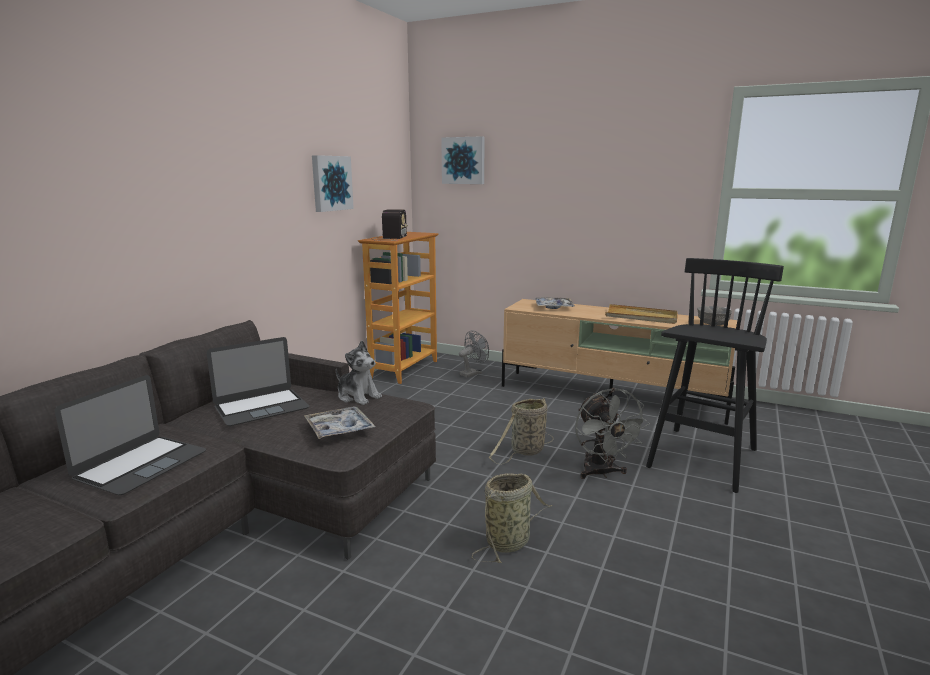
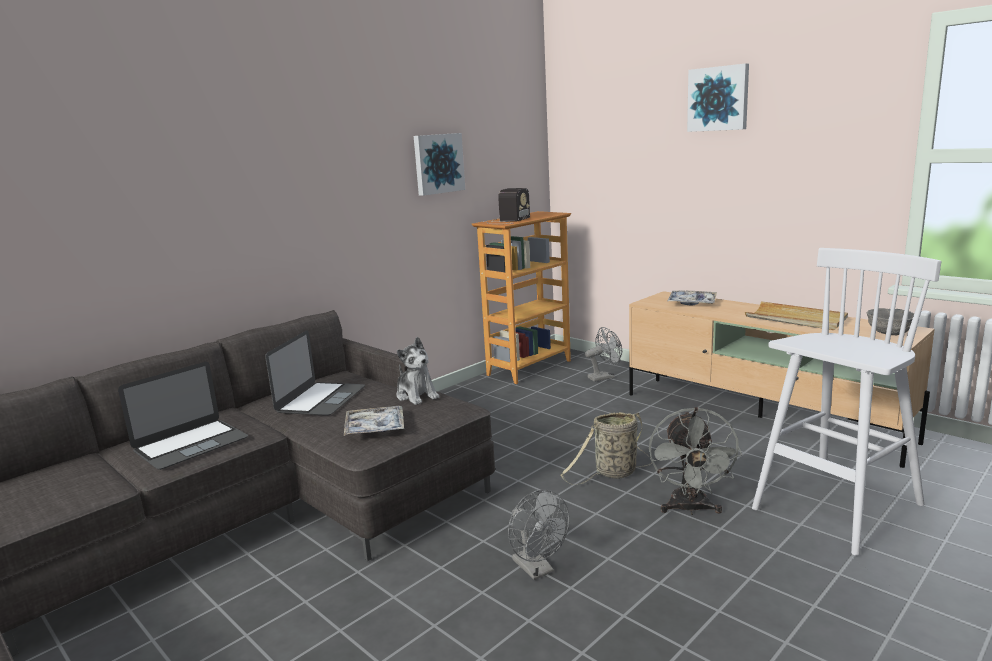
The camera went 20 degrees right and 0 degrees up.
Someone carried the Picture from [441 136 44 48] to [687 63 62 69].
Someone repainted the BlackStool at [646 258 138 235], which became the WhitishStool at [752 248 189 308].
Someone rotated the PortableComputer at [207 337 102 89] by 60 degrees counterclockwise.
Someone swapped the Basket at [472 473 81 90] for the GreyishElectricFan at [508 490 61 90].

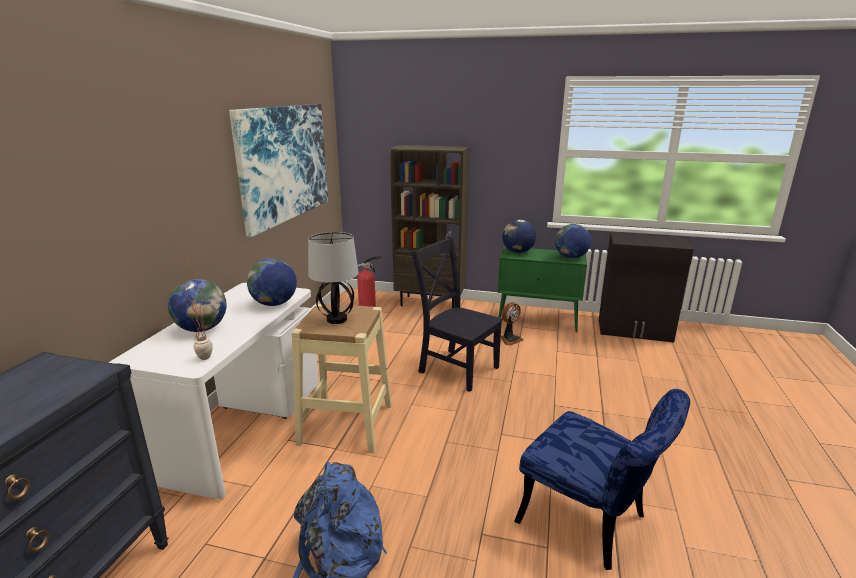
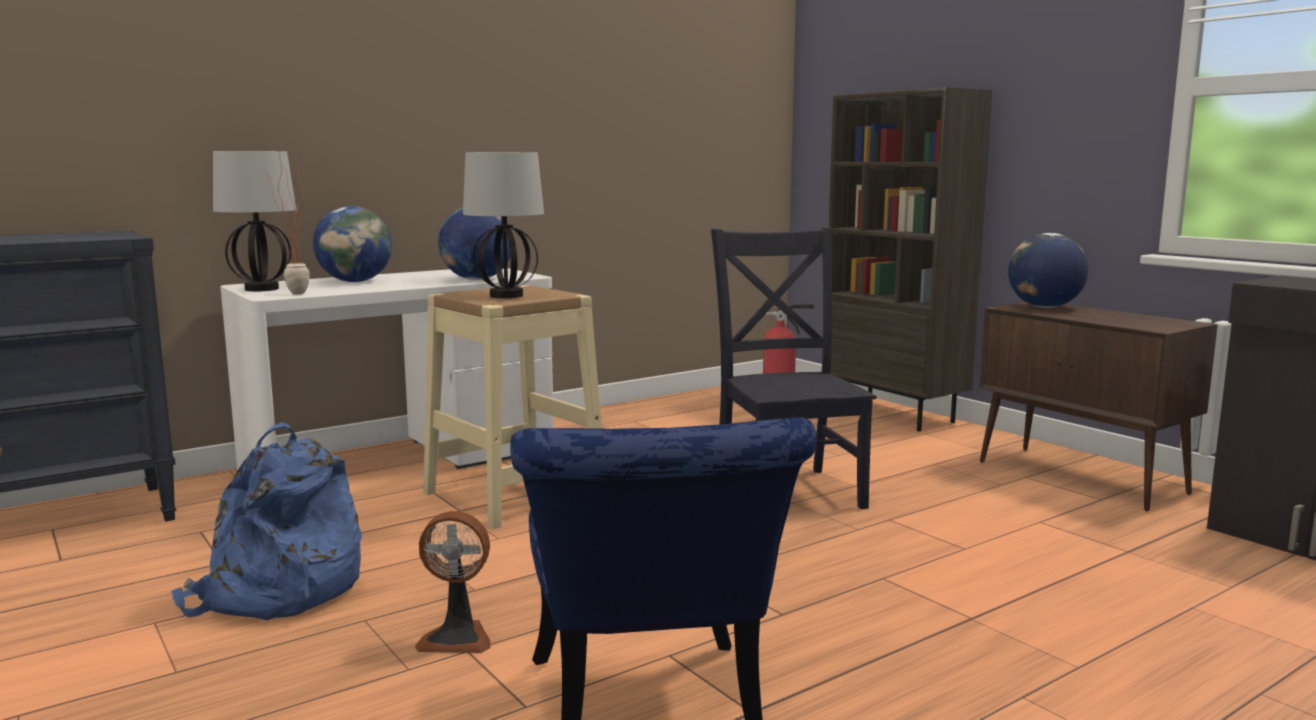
The camera went 40 degrees right and 10 degrees down.
Someone took away the Picture at [229 104 99 133].
Someone took away the Globe at [555 224 36 34].
Someone repainted the GreenStorageCabinet at [498 247 89 85], which became the BrownishStorageCabinet at [979 302 239 209].
Someone carried the ElectricFan from [501 302 22 44] to [415 511 76 142].
Someone put down the TabletopLamp at [213 151 83 140].

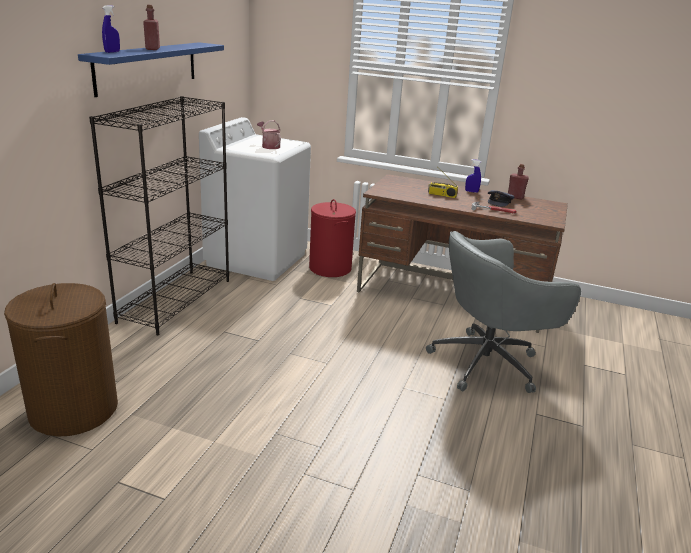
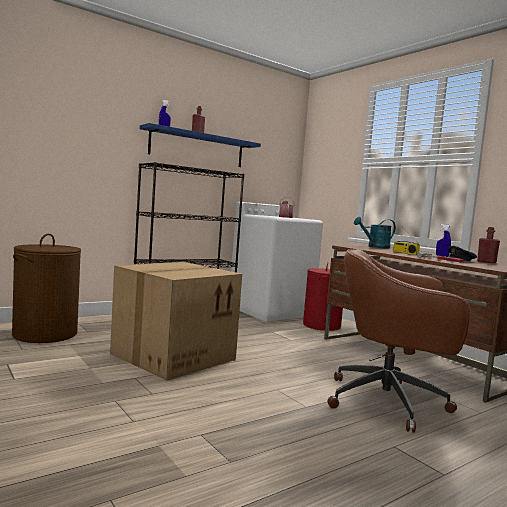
The camera went 35 degrees right and 20 degrees down.
Someone repainted the GreyishComputerChair at [426 231 155 162], which became the BrownishComputerChair at [327 249 143 184].
Someone put down the BlueGreenWateringPot at [354 217 42 32].
Someone put down the Carton at [110 262 132 119].

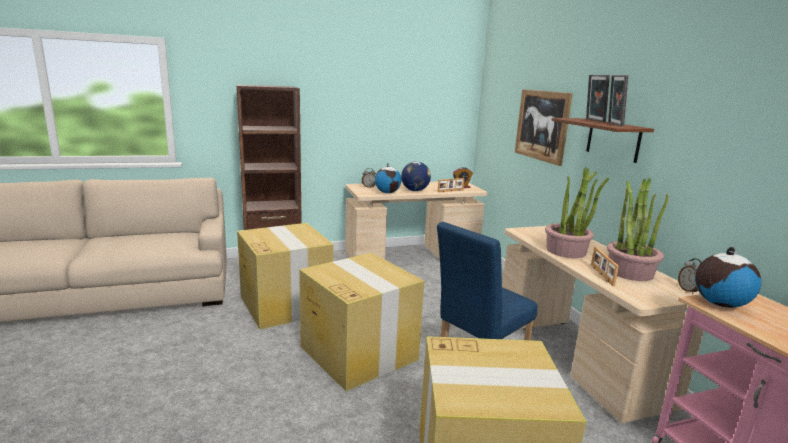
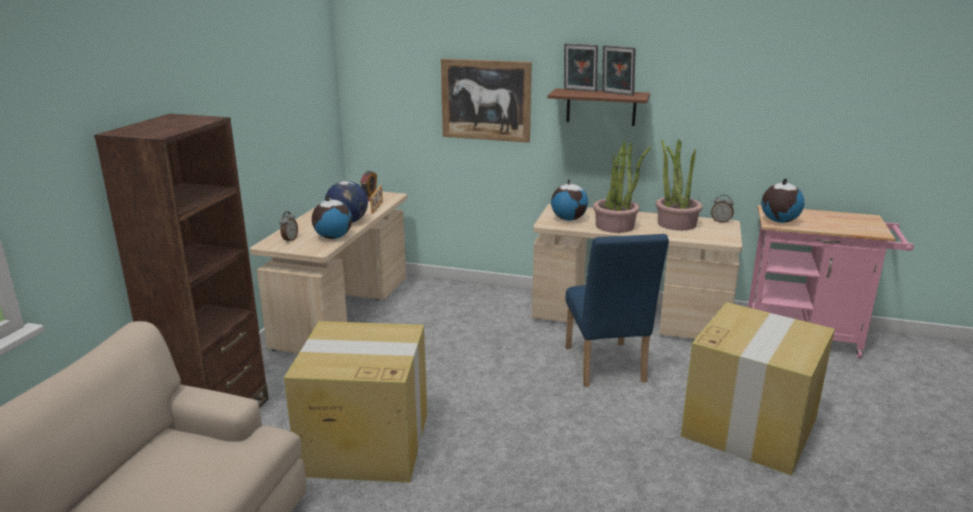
The camera went 55 degrees left and 5 degrees up.
Someone took away the PictureFrame at [591 247 28 39].
Someone took away the Carton at [299 253 125 138].
Someone put down the Globe at [551 179 37 42].

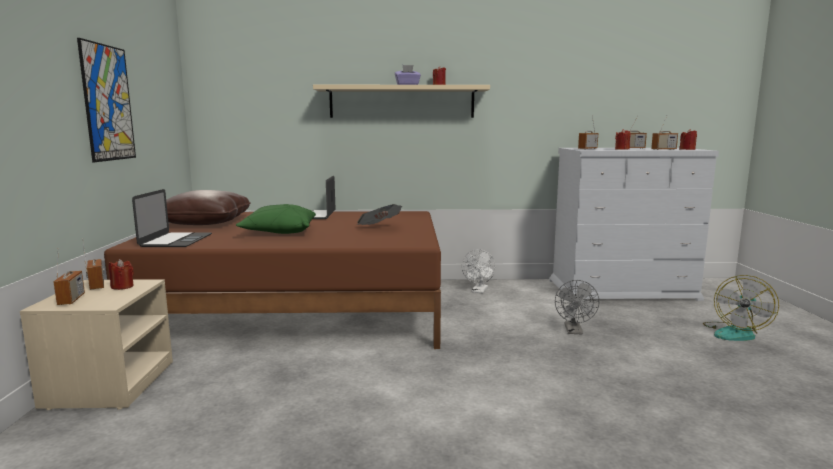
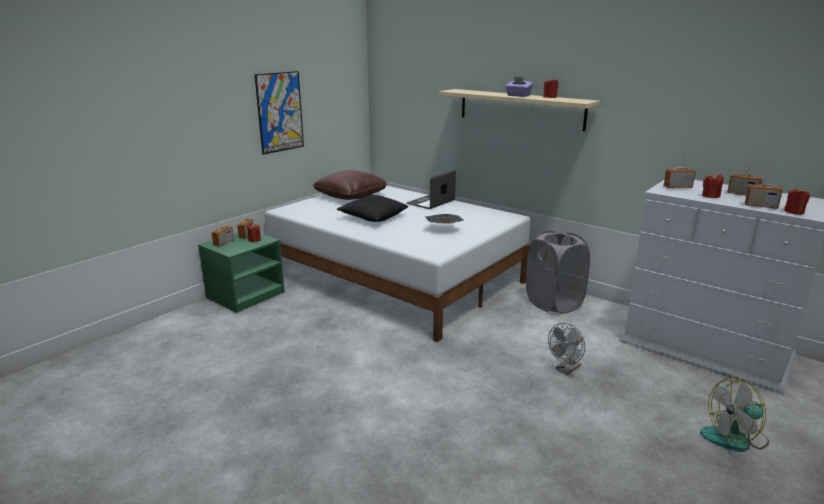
The camera went 40 degrees right and 10 degrees up.
Someone took away the PortableComputer at [132 189 80 58].
Someone repainted the GreenCushion at [236 204 80 30], which became the BlackCushion at [337 195 71 27].
Someone repainted the BrownishBed at [104 211 337 138], which became the WhitishBed at [265 186 266 156].
Someone swapped the WhitishElectricFan at [462 249 34 45] for the GreyishLaundryBasket at [526 231 64 83].
Someone repainted the BeigeColouredBedsideTable at [20 279 153 131], which became the GreenBedsideTable at [198 232 87 81].

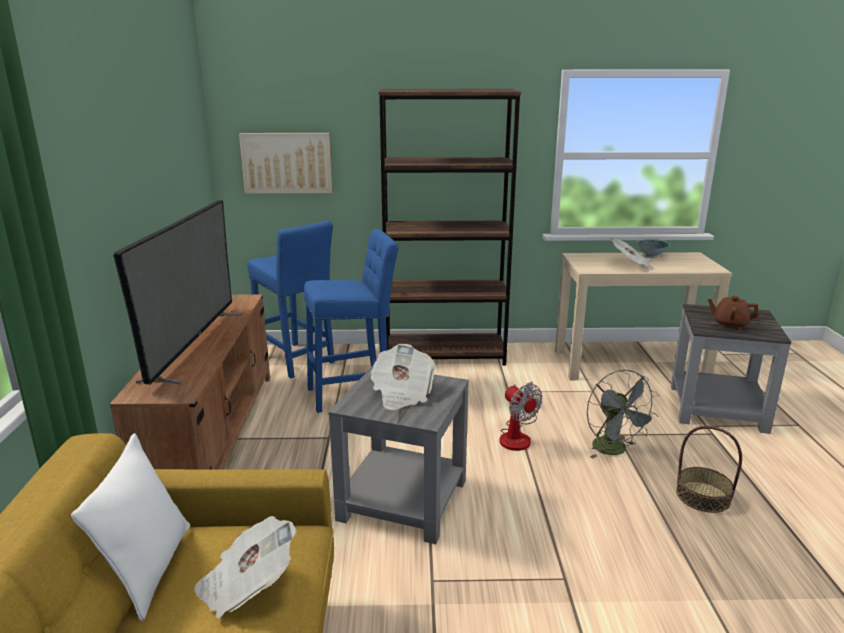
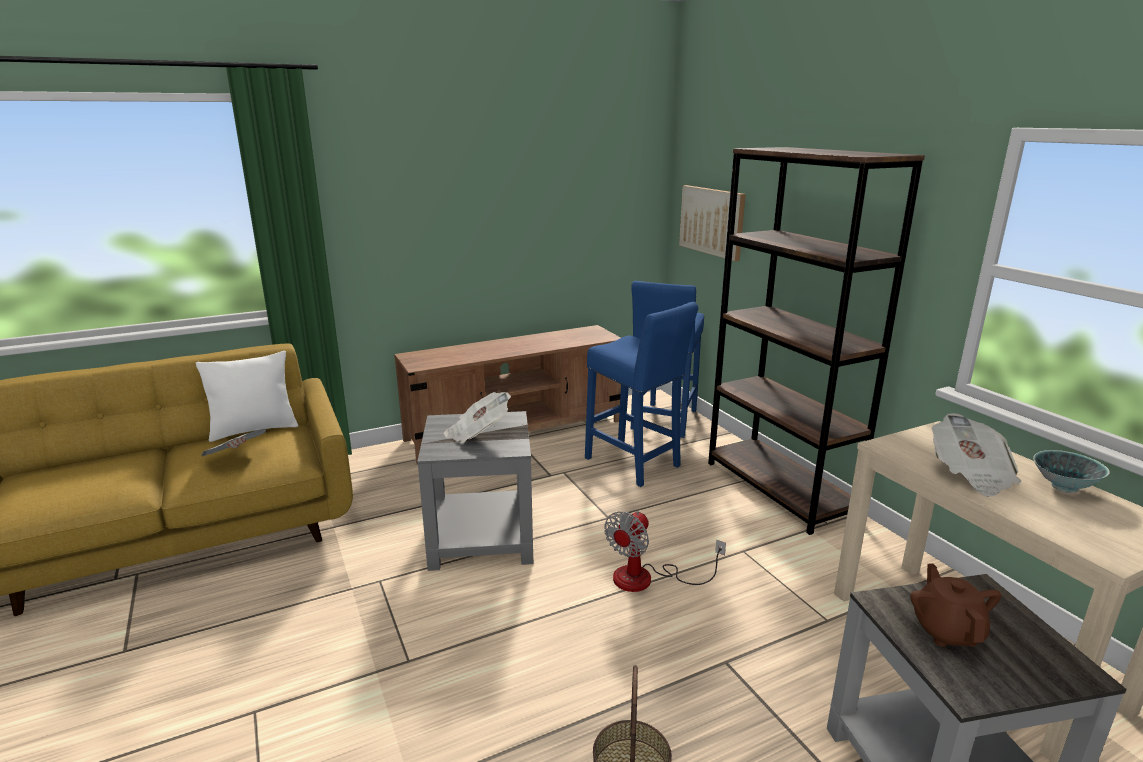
The camera went 65 degrees right and 0 degrees up.
Someone took away the TvSet at [113 200 130 185].
Someone took away the GreyishElectricFan at [587 370 72 88].

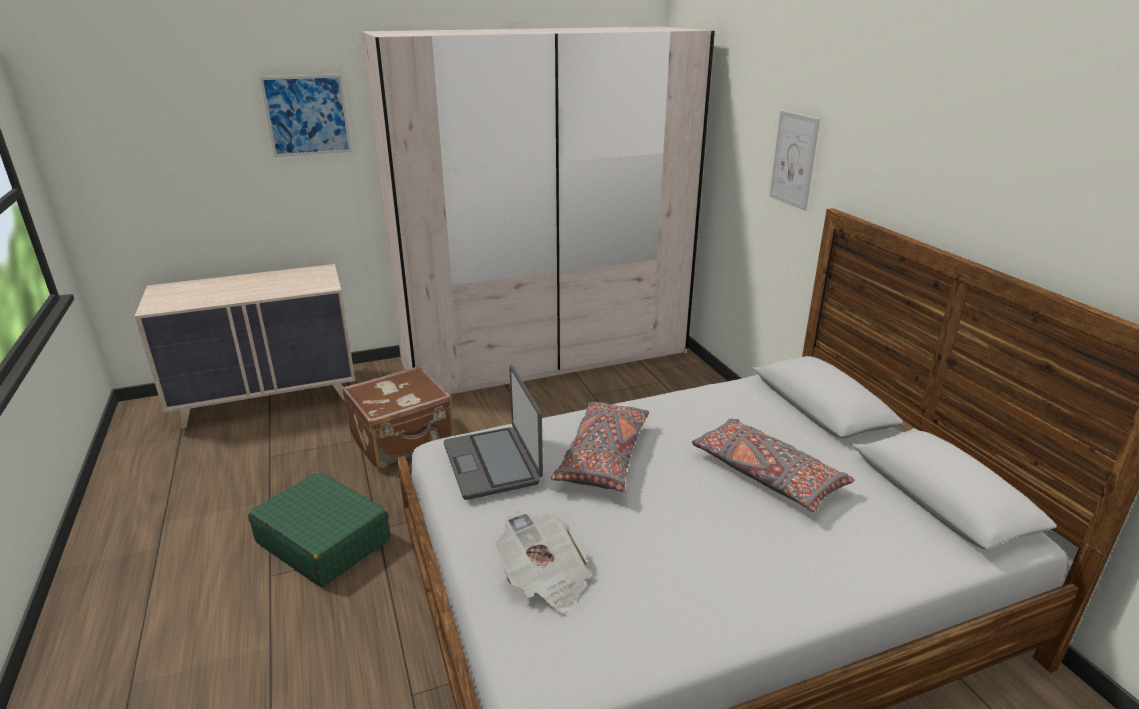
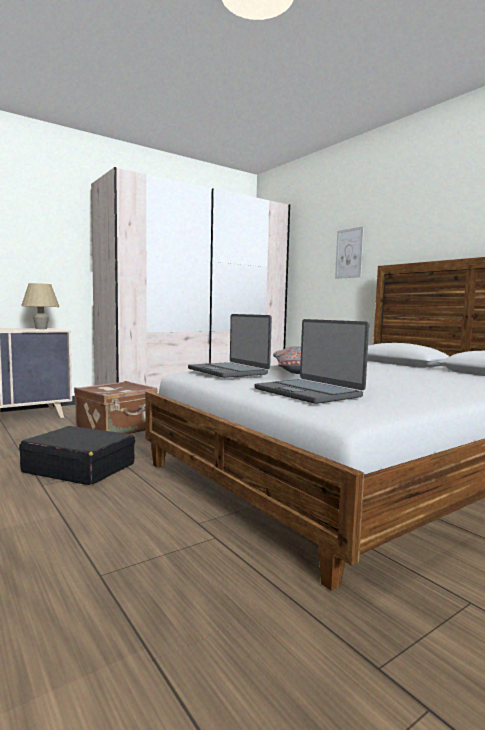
The camera went 15 degrees left and 20 degrees down.
Someone took away the Picture at [260 74 92 83].
Someone took away the GreyishCushion at [692 419 163 93].
Someone repainted the GreenTravelCase at [248 472 142 115], which became the BlackTravelCase at [19 426 116 59].
Someone swapped the PrintedPaper at [496 512 96 101] for the PortableComputer at [254 319 115 85].
Someone put down the BeigeColouredTabletopLamp at [21 283 38 46].

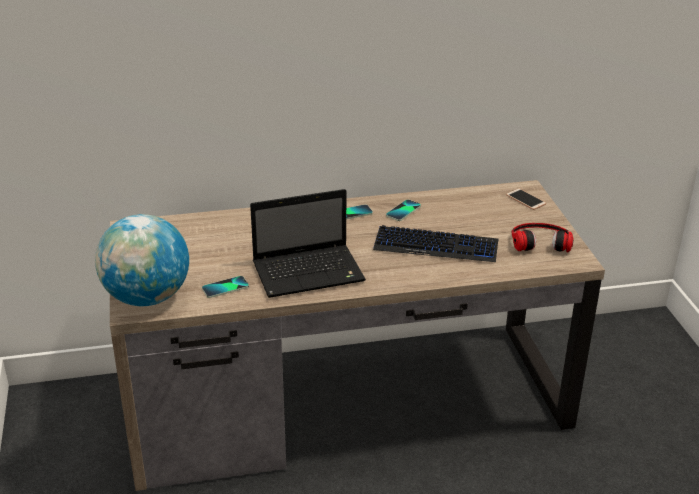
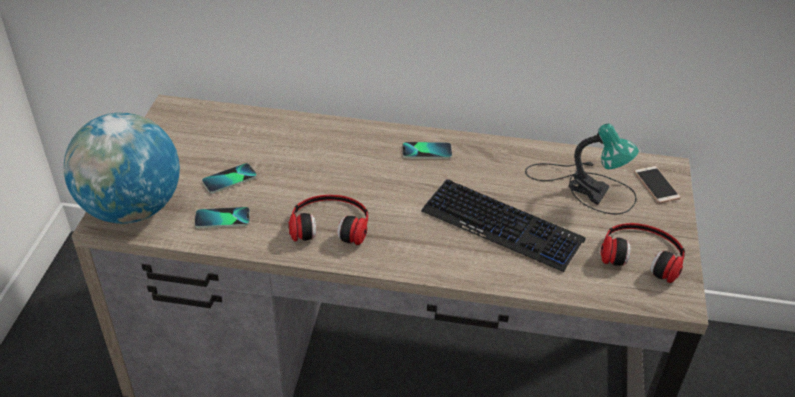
The camera went 20 degrees right and 10 degrees up.
Someone swapped the PortableComputer at [250 189 116 109] for the Headset at [288 195 80 50].
Someone carried the Phone from [386 199 35 22] to [202 163 55 31].
Someone put down the TabletopLamp at [525 124 114 90].

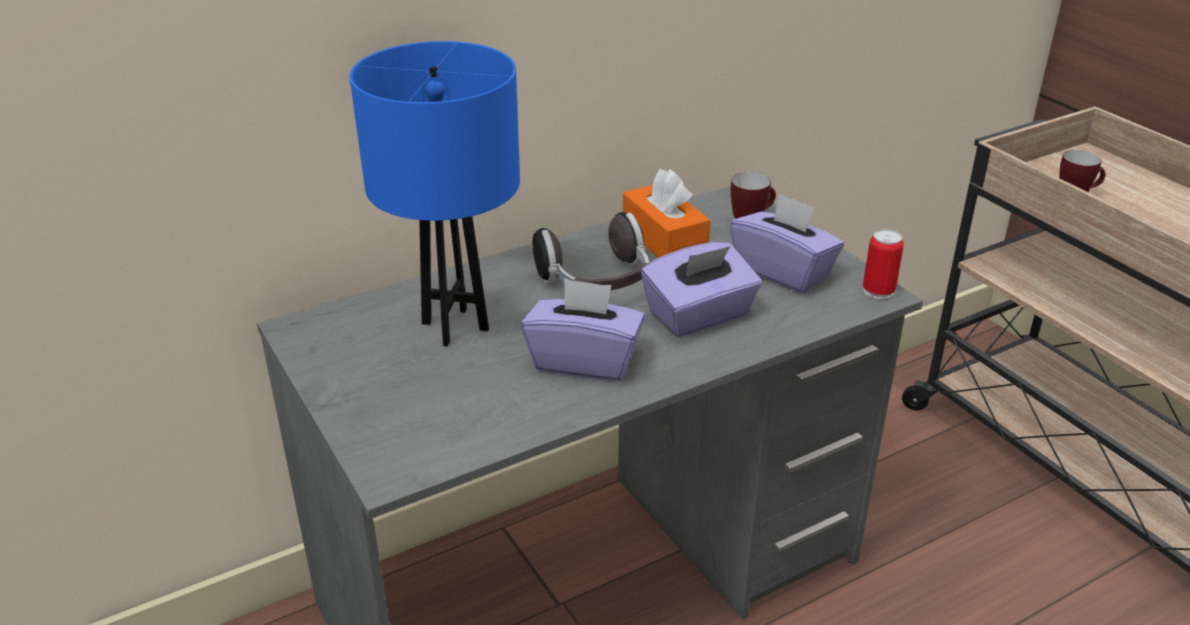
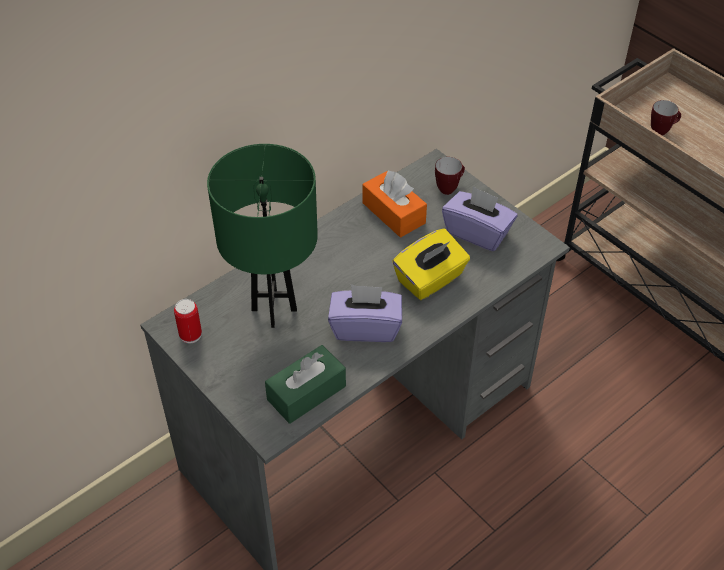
The camera went 10 degrees left and 15 degrees up.
Someone repainted the BlueTabletopLamp at [350 41 170 305], which became the GreenTabletopLamp at [207 144 111 184].
Someone took away the Headset at [533 212 116 78].
Someone carried the SealedCan from [863 229 41 70] to [174 299 28 44].
Someone repainted the PurpleTissueHolder at [641 242 121 95], which became the YellowColouredTissueHolder at [392 229 78 71].
Someone put down the GreenTissueHolder at [265 345 81 79].

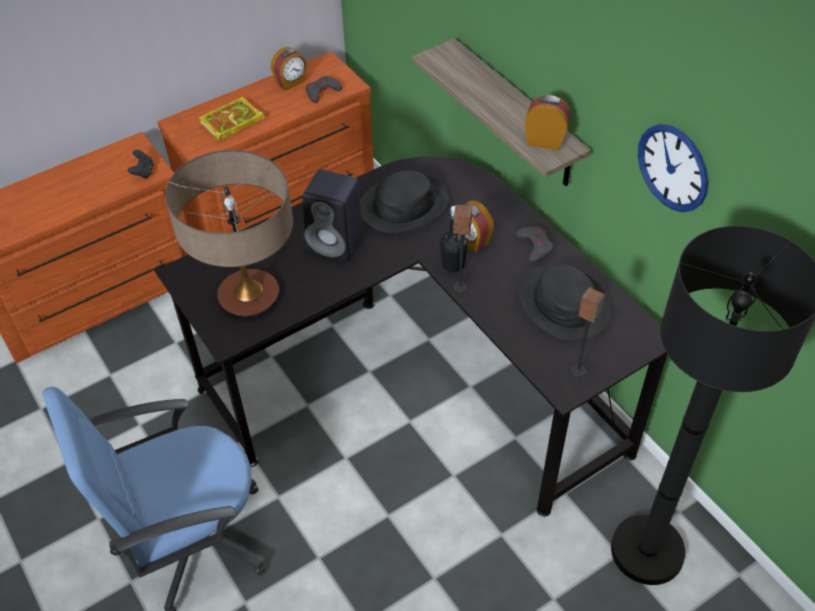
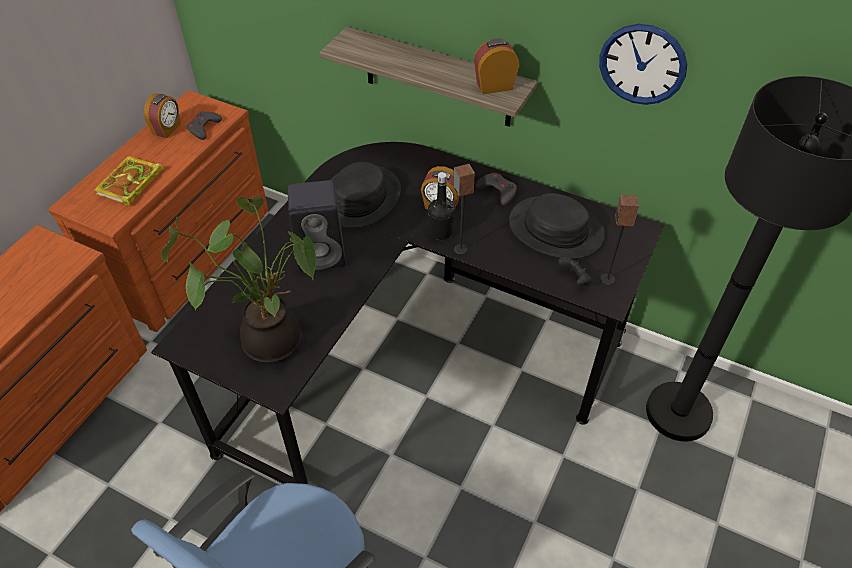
The camera went 30 degrees left and 0 degrees up.
Someone carried the BlackJoypad from [128 150 26 29] to [558 257 34 29].
Someone swapped the TabletopLamp at [165 150 128 166] for the PottedPlant at [161 196 156 167].

